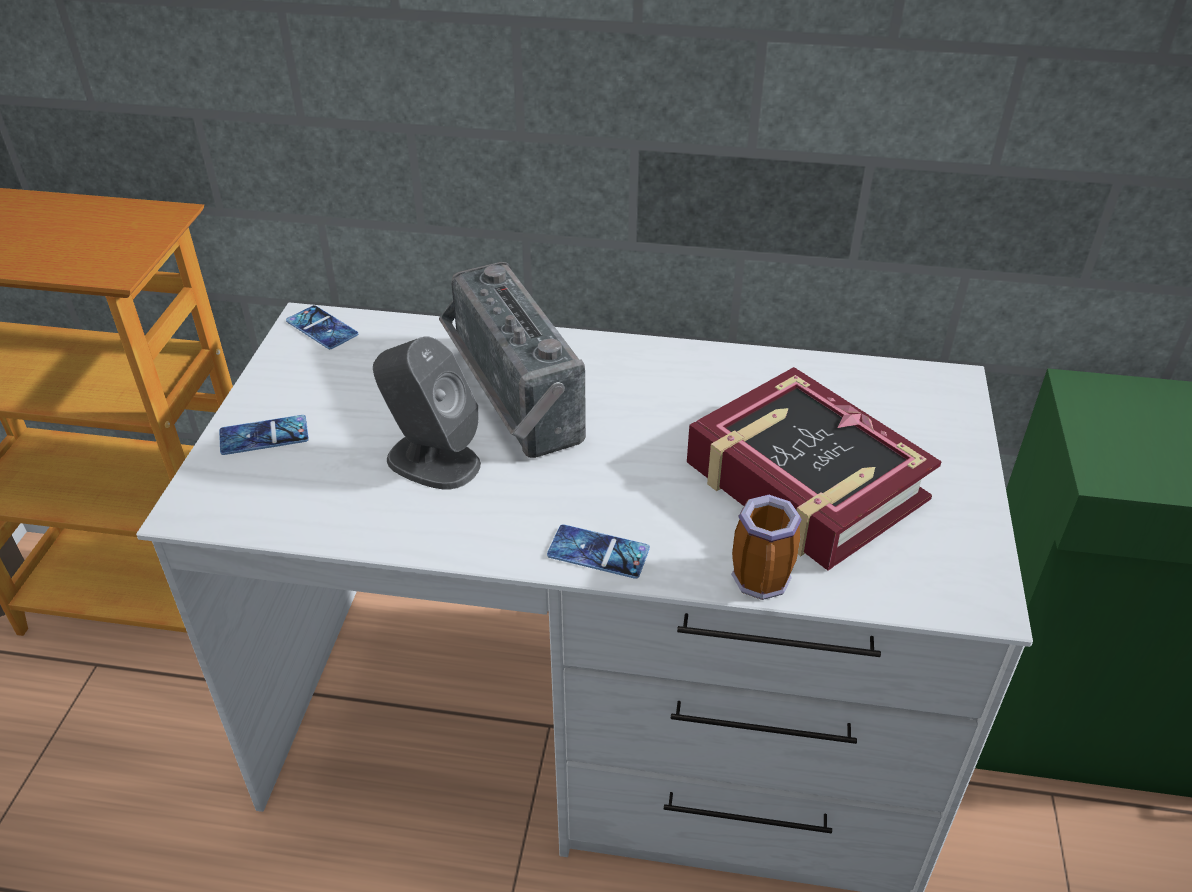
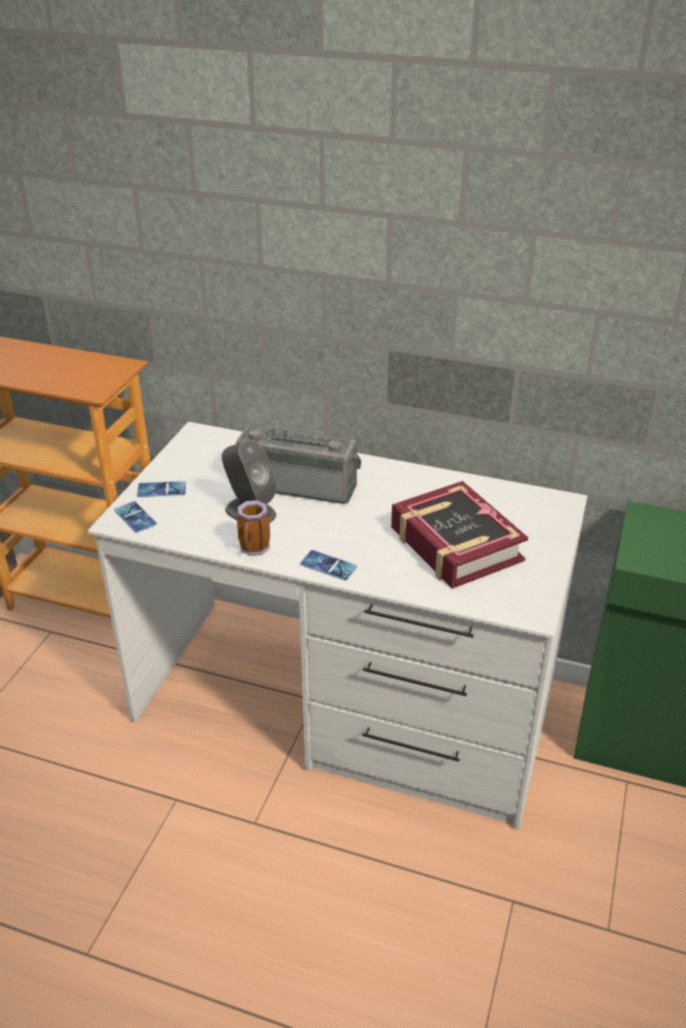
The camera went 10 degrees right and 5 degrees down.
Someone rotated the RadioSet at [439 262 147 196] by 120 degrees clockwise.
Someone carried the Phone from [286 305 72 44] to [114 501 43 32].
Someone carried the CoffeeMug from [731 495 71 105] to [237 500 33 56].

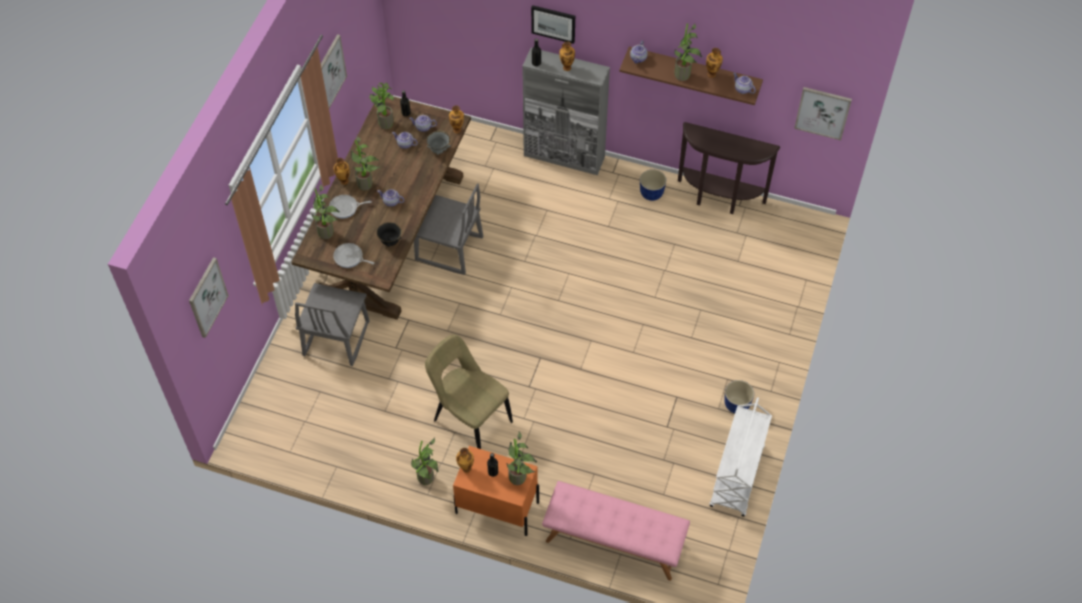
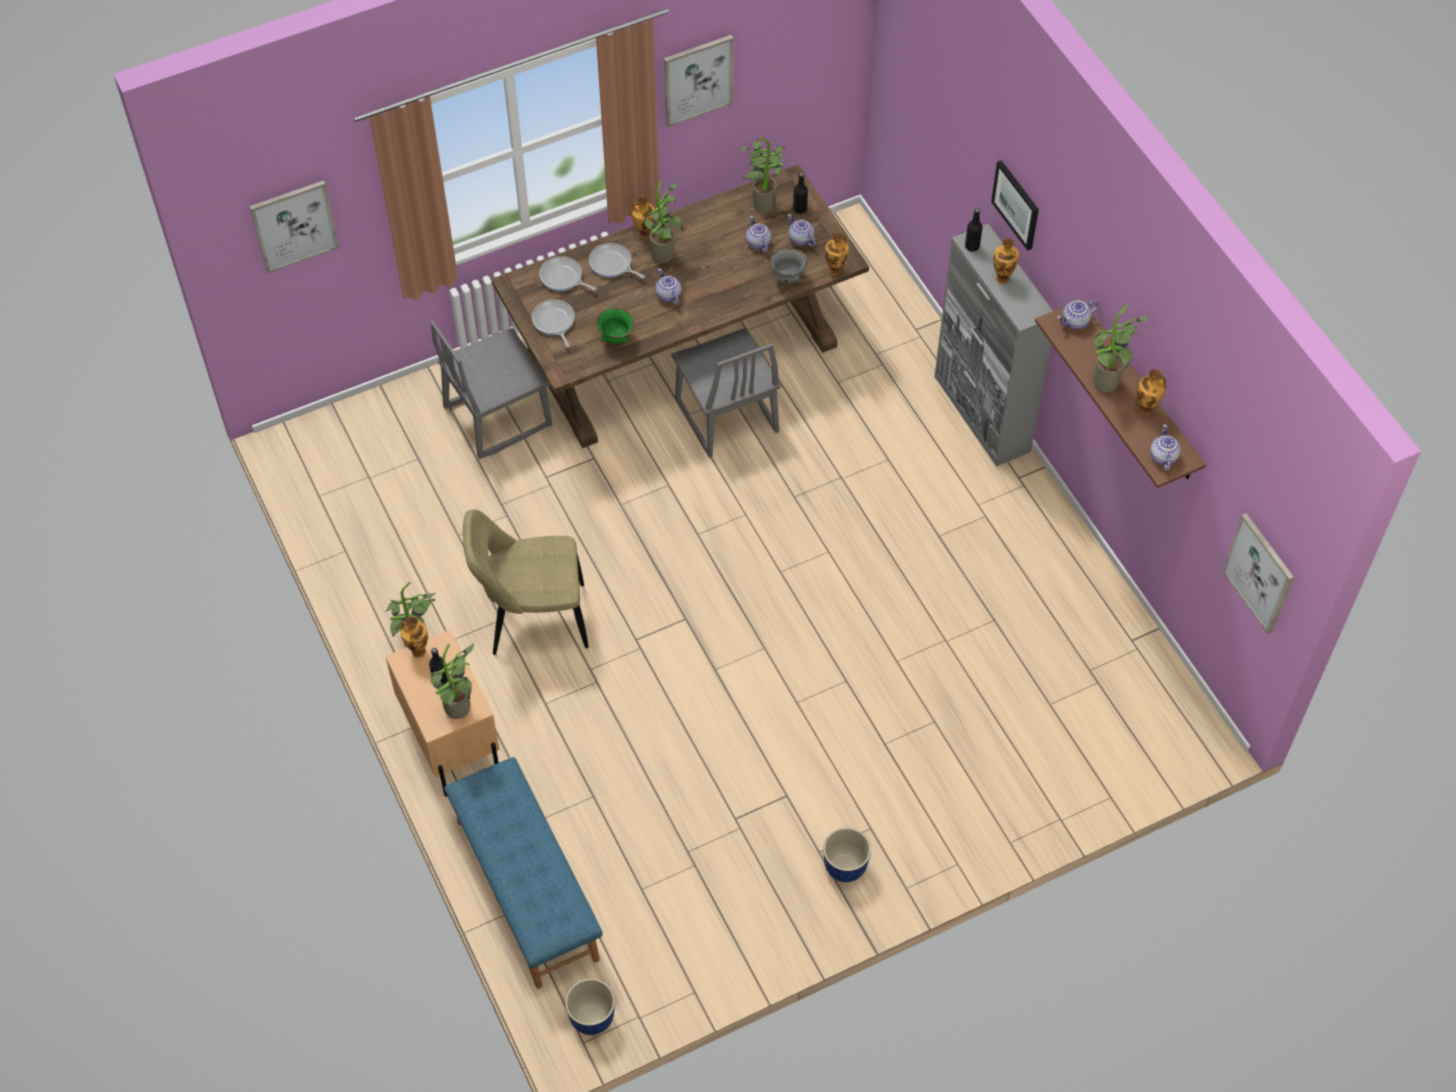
The camera went 45 degrees right and 0 degrees up.
Someone took away the BrownishConsoleTable at [678 122 102 92].
Someone carried the PlantPot from [640 169 26 32] to [565 978 50 57].
Someone swapped the PottedPlant at [312 184 28 55] for the FryingPan at [539 256 58 35].
Someone repainted the BlackBowl at [376 222 26 25], which became the GreenBowl at [596 308 38 36].
Someone rotated the BeigeColouredChair at [425 334 88 115] by 90 degrees counterclockwise.
Someone took away the WhitishCart at [710 397 62 120].
Someone repainted the OrangeColouredBedsideTable at [453 446 86 90], which became the BeigeColouredBedsideTable at [385 630 114 167].
Someone repainted the PinkishIndoorBench at [542 481 148 100], which became the BlueIndoorBench at [444 757 159 232].

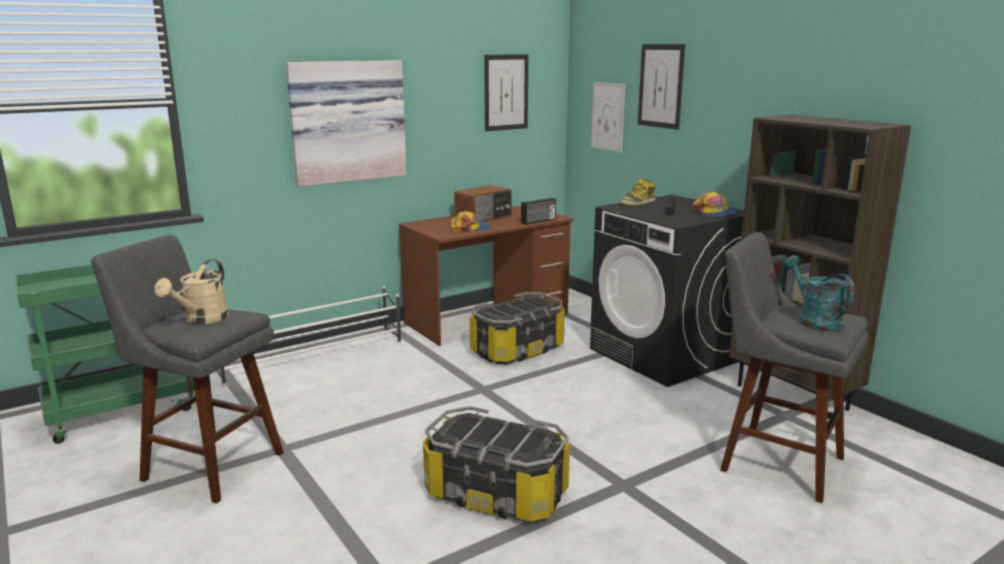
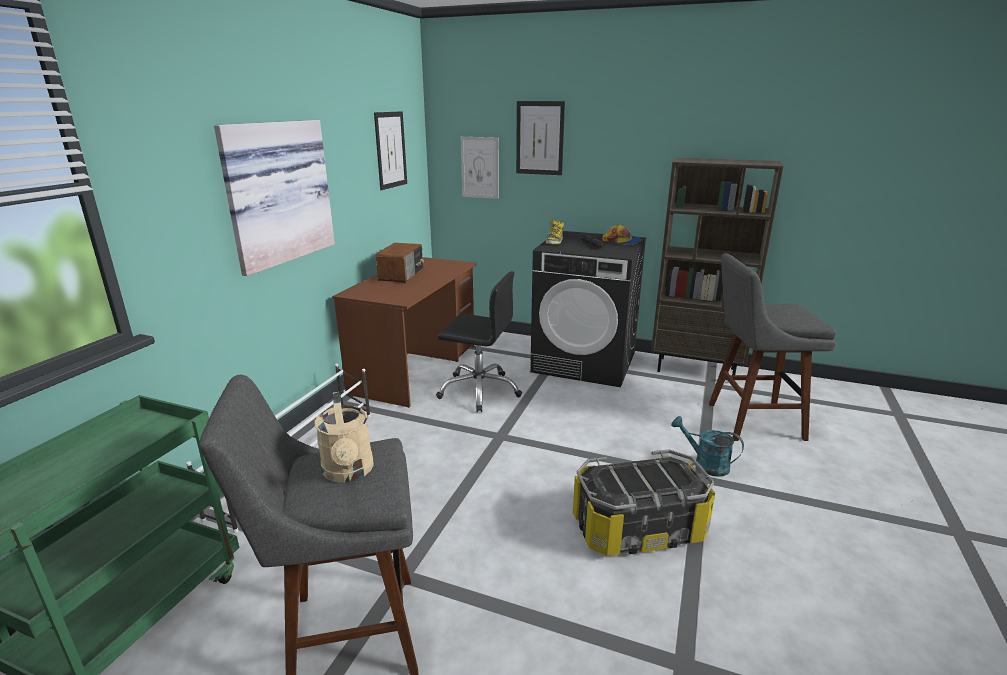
The camera went 35 degrees left and 5 degrees up.
Someone took away the RadioSet at [521 198 35 27].
Someone took away the BaseballCap at [451 211 39 21].
Someone carried the BlueGreenWateringPot from [783 255 72 76] to [671 416 73 61].
Someone swapped the StorageContainer at [470 292 95 72] for the BlackComputerChair at [436 271 86 141].

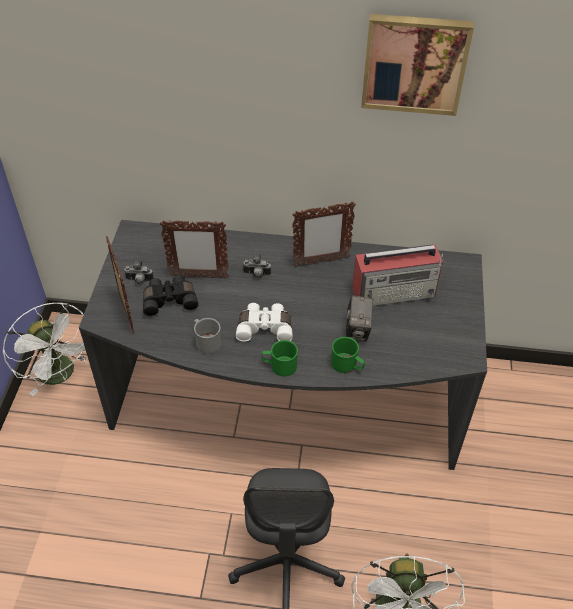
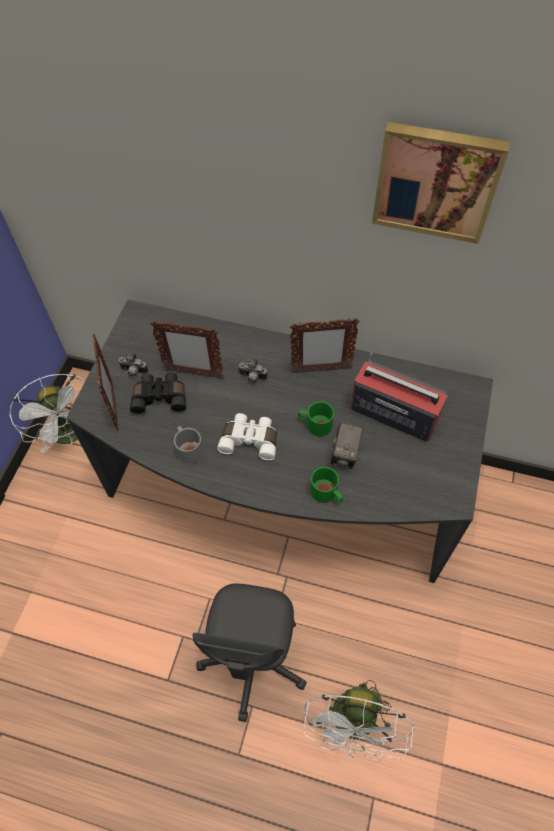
The camera went 10 degrees right and 10 degrees up.
Someone rotated the RadioSet at [352 245 91 61] by 150 degrees counterclockwise.
Someone carried the GreenCoffeeMug from [262 340 36 37] to [298 401 36 35].

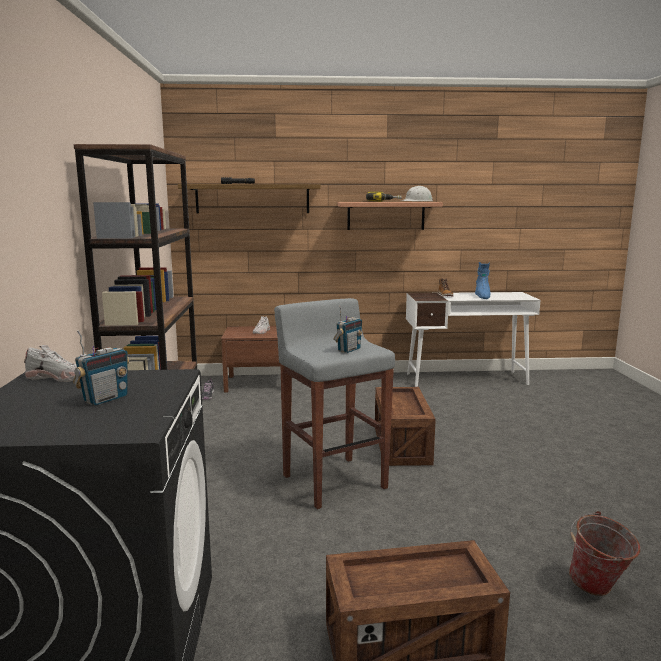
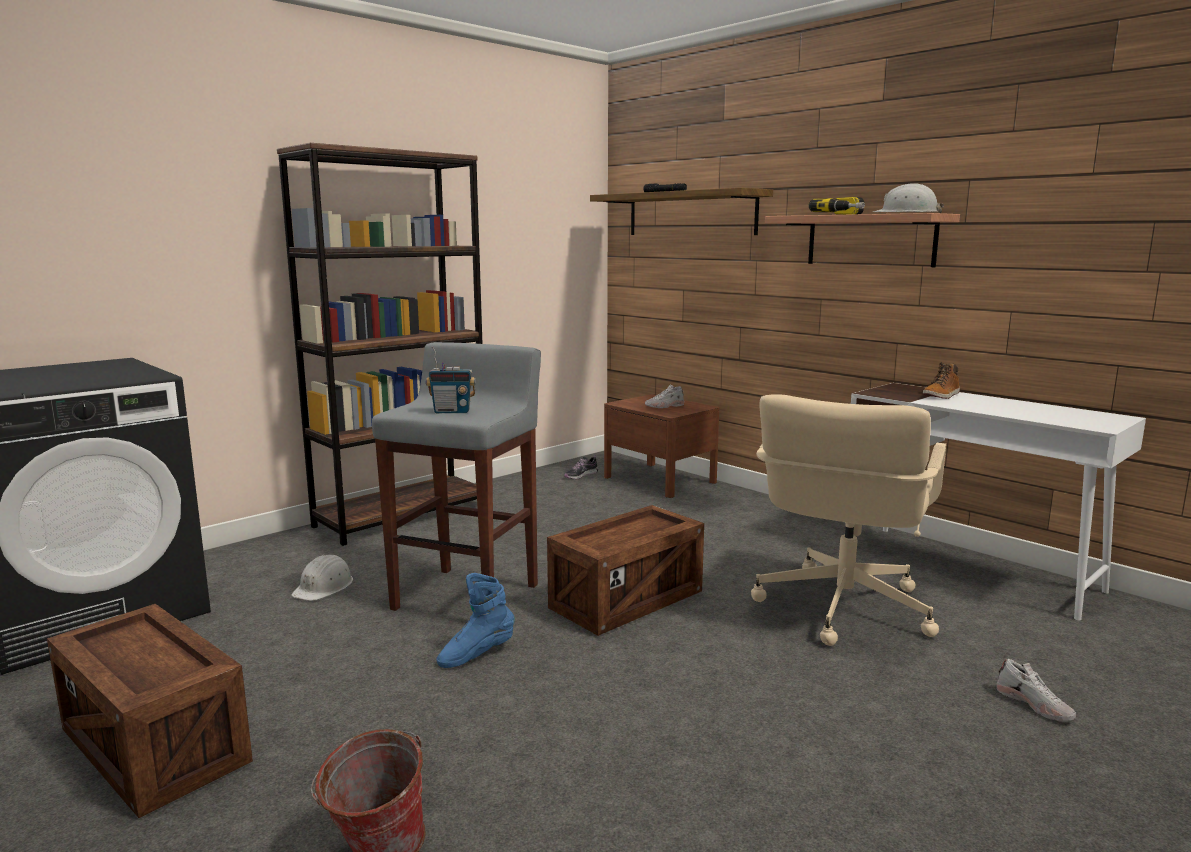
The camera went 50 degrees right and 0 degrees up.
Someone carried the BlueHighTopBoot from [475 262 15 37] to [436 573 79 95].
Someone took away the RadioSet at [73 330 57 76].
Someone carried the WhitishItemOfFootwear from [24 345 53 37] to [997 659 79 63].
Someone put down the BeigeColouredComputerChair at [751 394 195 252].
Someone put down the WhitishHardHat at [291 555 62 46].

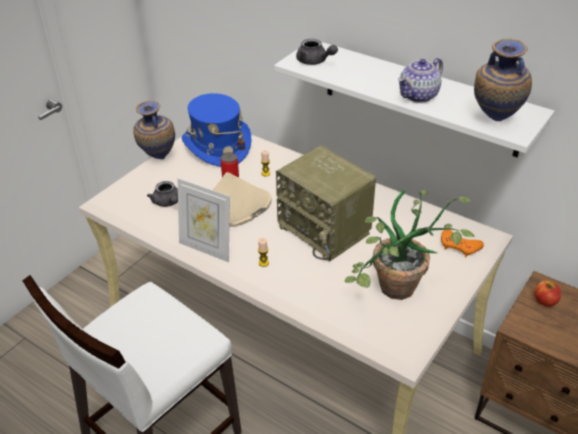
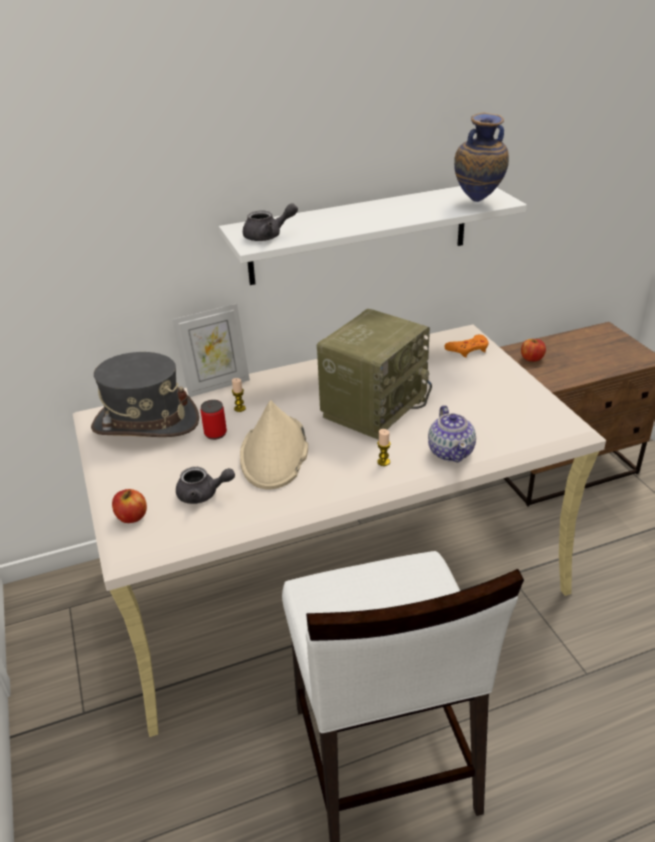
The camera went 55 degrees left and 5 degrees down.
Someone carried the TeaPot from [398 58 45 45] to [428 405 48 57].
Someone repainted the BlueWearableHat at [182 93 69 74], which became the GreyishWearableHat at [91 352 108 85].
Someone took away the Vase at [133 100 42 59].
Someone rotated the RadioSet at [276 146 100 116] by 45 degrees counterclockwise.
Someone carried the PictureFrame from [178 178 52 84] to [173 304 77 93].
Someone took away the PottedPlant at [345 190 130 110].
Someone put down the WholeApple at [112 489 35 34].

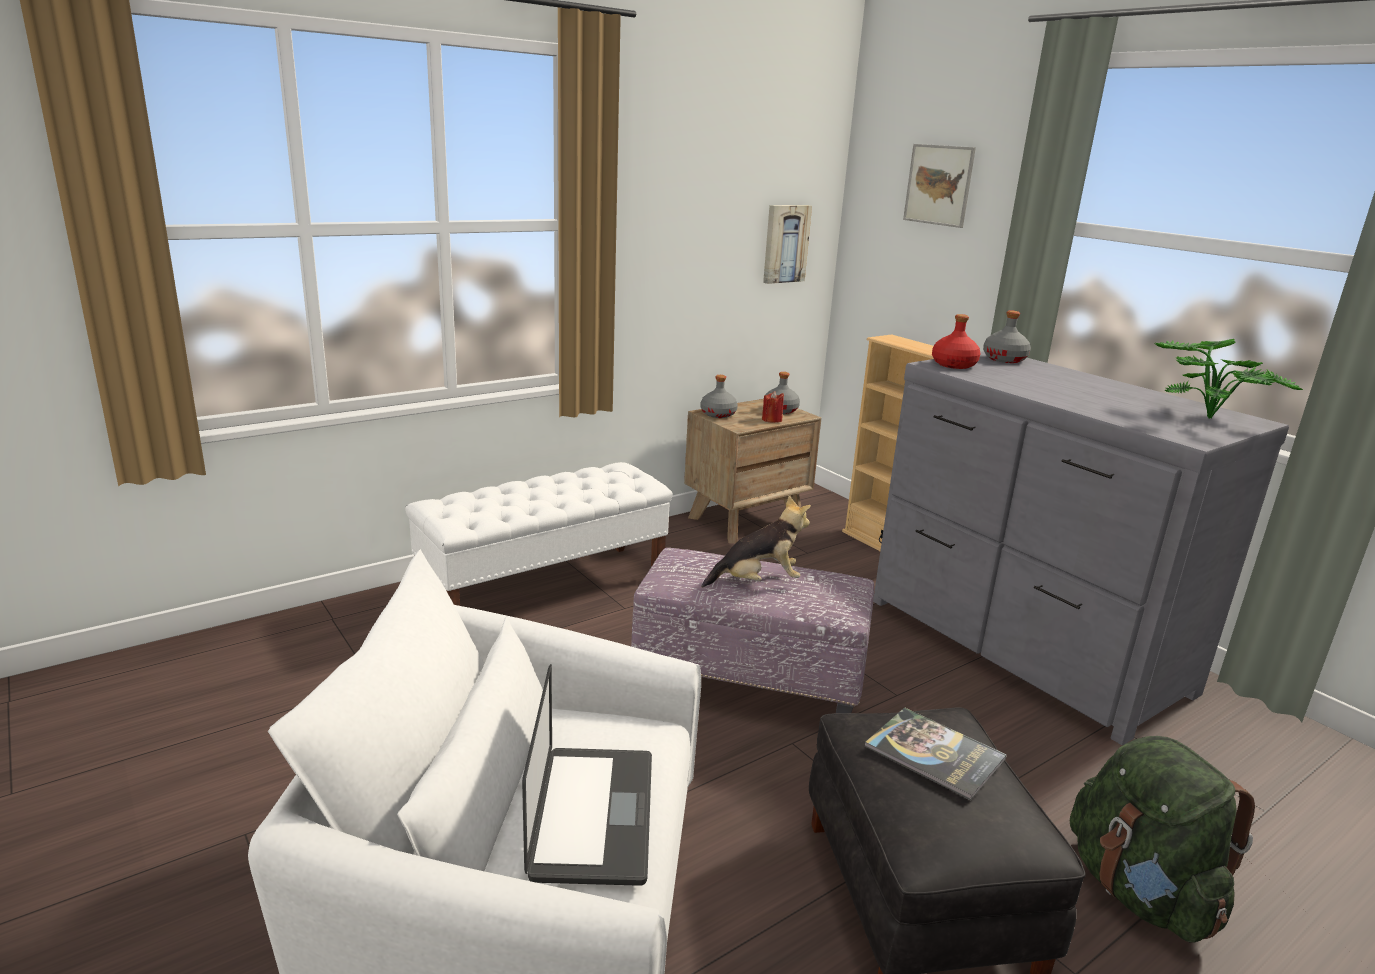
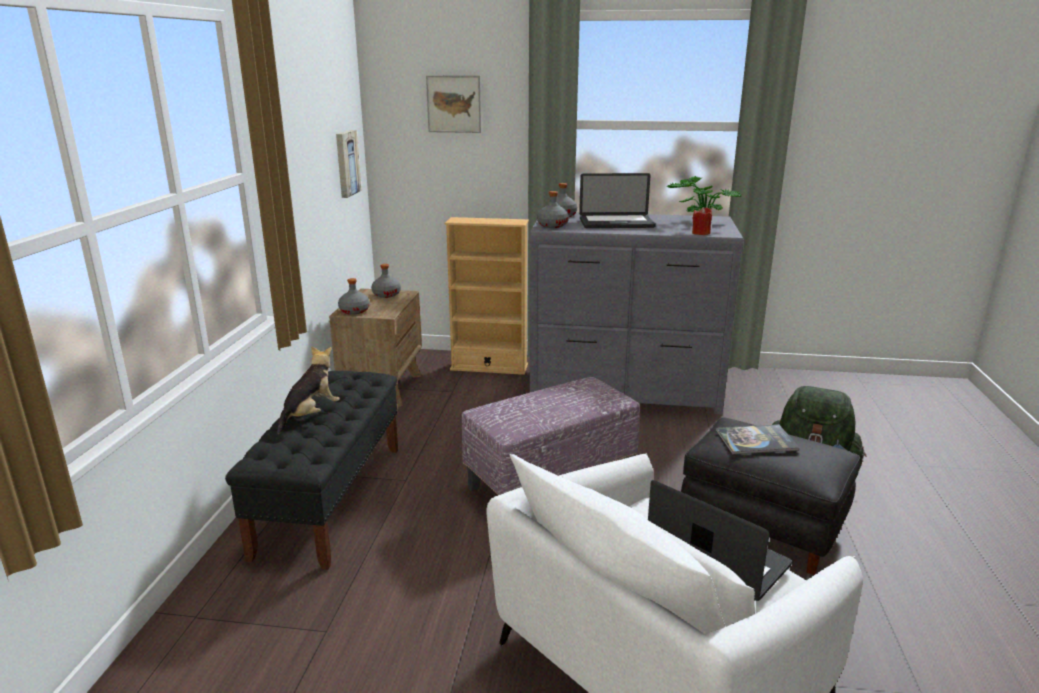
The camera went 45 degrees left and 0 degrees up.
Someone repainted the RedColouredBottle at [932 314 49 55], which became the GreyishBottle at [537 191 32 37].
Someone carried the RedColouredWaxCandle from [762 391 22 32] to [692 207 20 28].
Someone repainted the WhitishIndoorBench at [405 462 268 144], which became the BlackIndoorBench at [225 371 173 199].
Someone carried the PlushToy from [701 496 110 92] to [277 346 63 88].
Someone put down the PortableComputer at [579 173 77 55].

